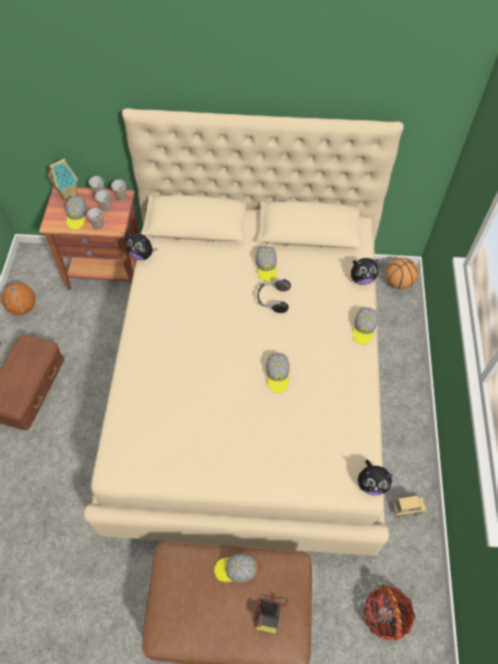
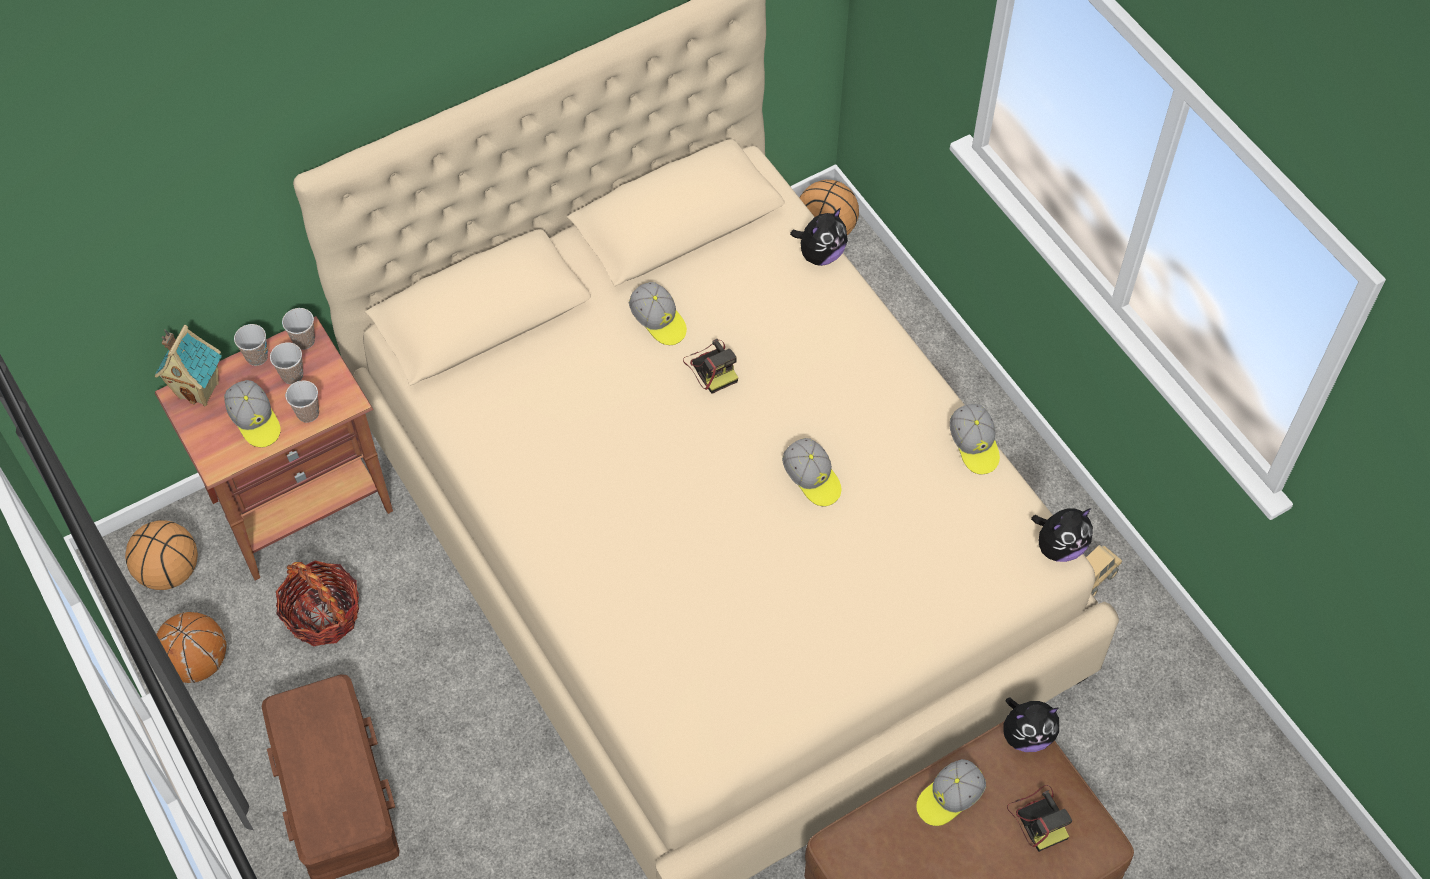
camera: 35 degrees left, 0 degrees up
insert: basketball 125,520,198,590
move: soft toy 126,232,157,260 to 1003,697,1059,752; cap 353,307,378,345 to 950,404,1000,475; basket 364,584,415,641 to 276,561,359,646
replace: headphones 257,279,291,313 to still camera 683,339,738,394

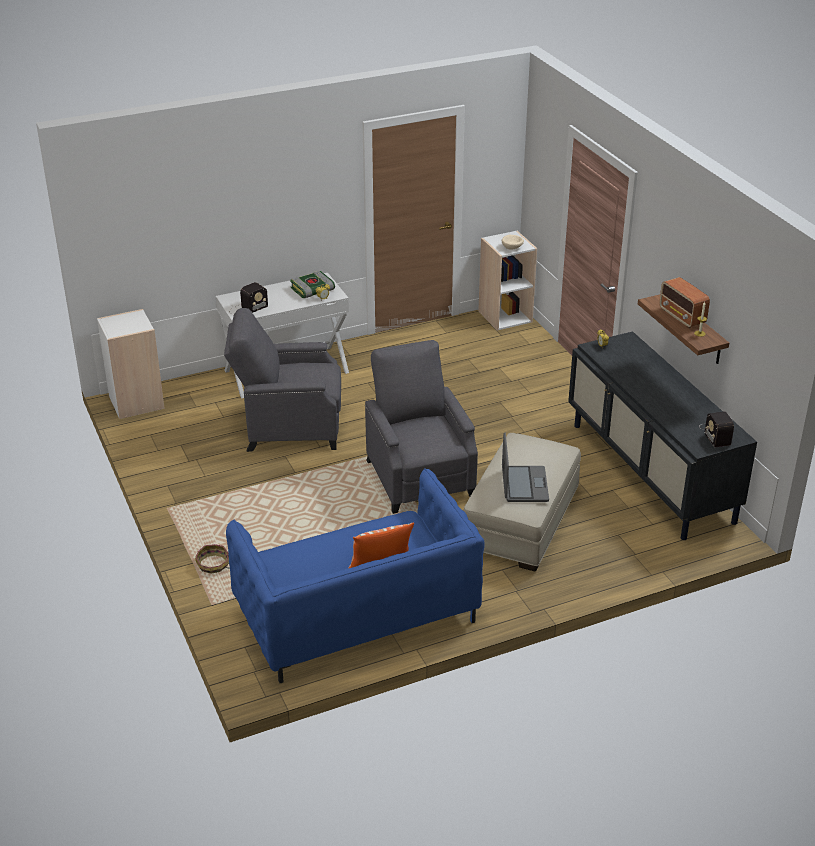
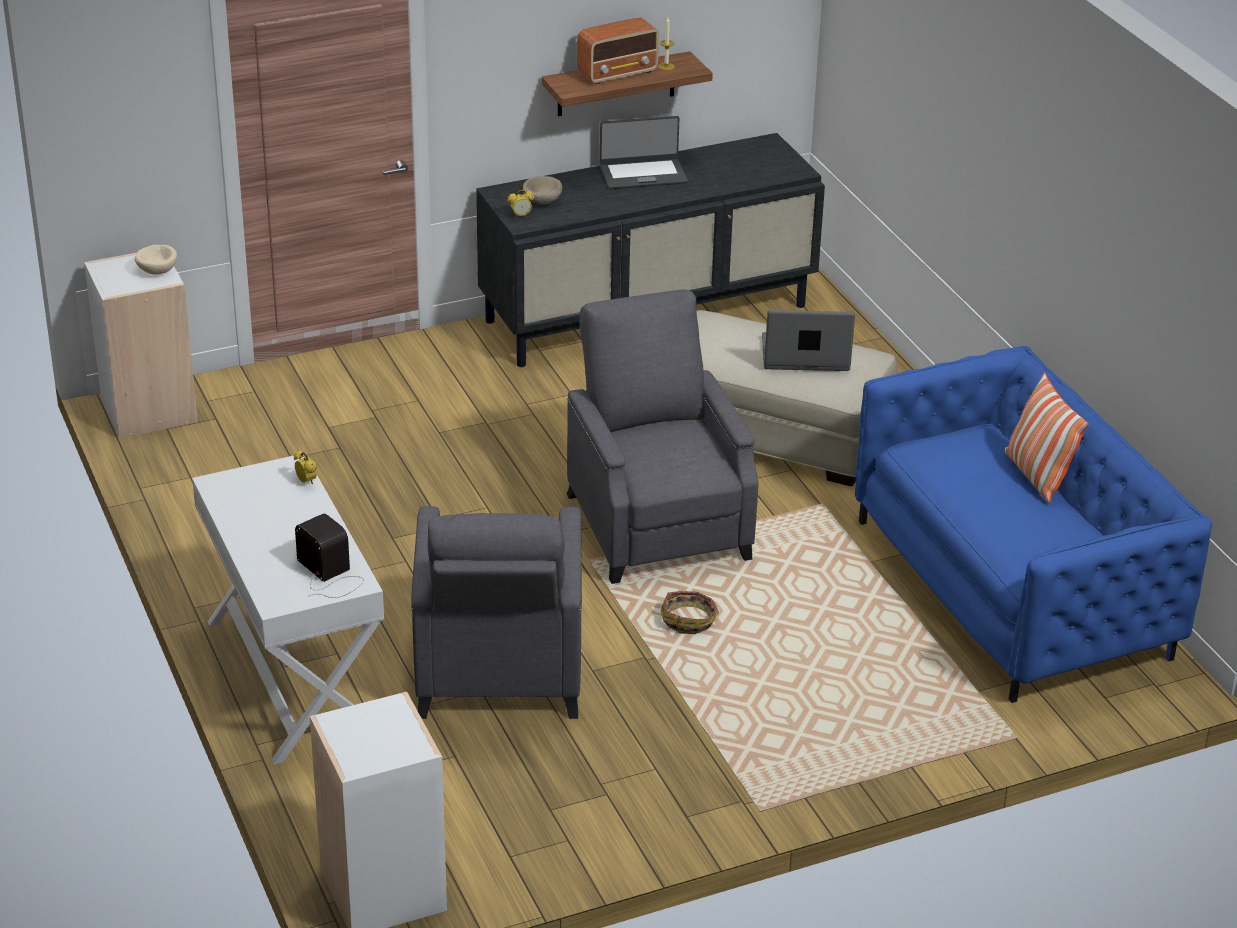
camera: 90 degrees left, 0 degrees up
delete: book 290,271,335,298; radio 699,412,734,448
insert: beige bowl 523,176,562,204; portable computer 600,116,688,189
move: basket 195,544,229,574 to 660,591,719,634
rotate: gray lounge chair 365,340,478,514 = 566,290,758,584 90 degrees clockwise

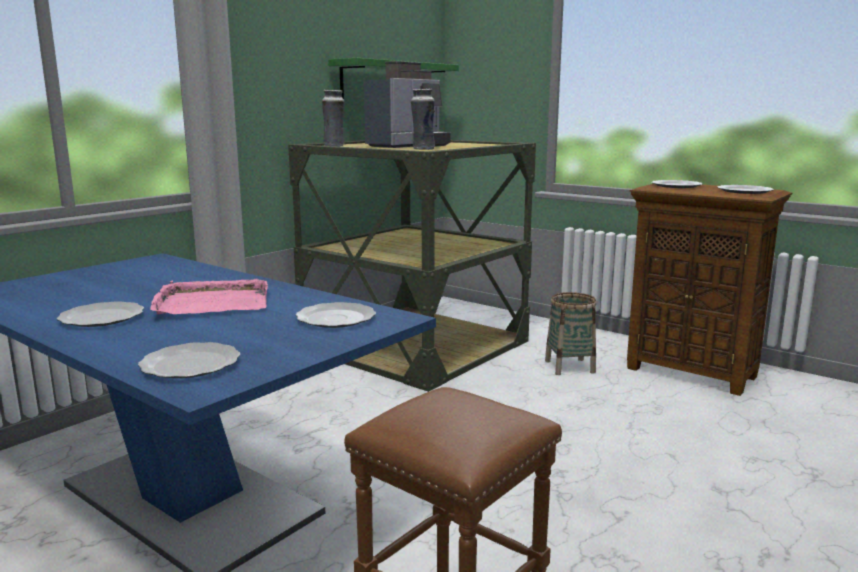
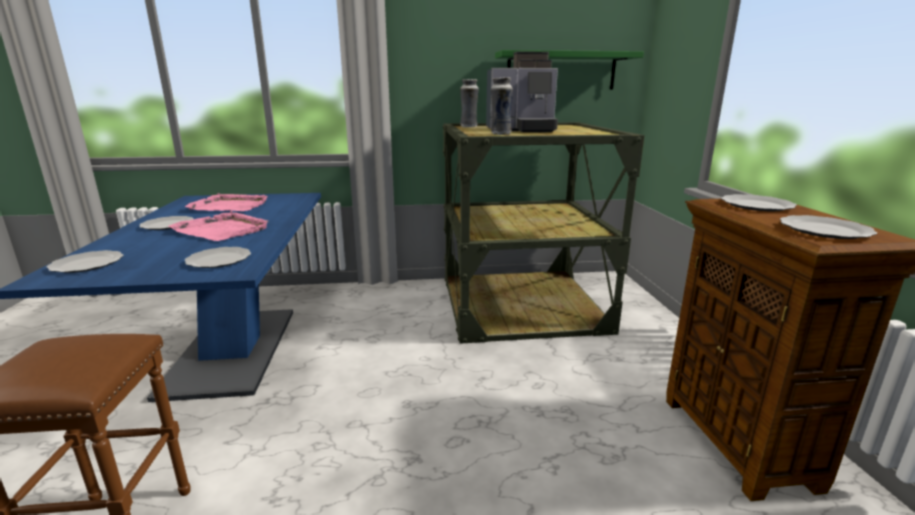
camera: 45 degrees right, 5 degrees up
delete: basket 545,292,596,375
insert: pink-coloured serving tray 185,193,268,211

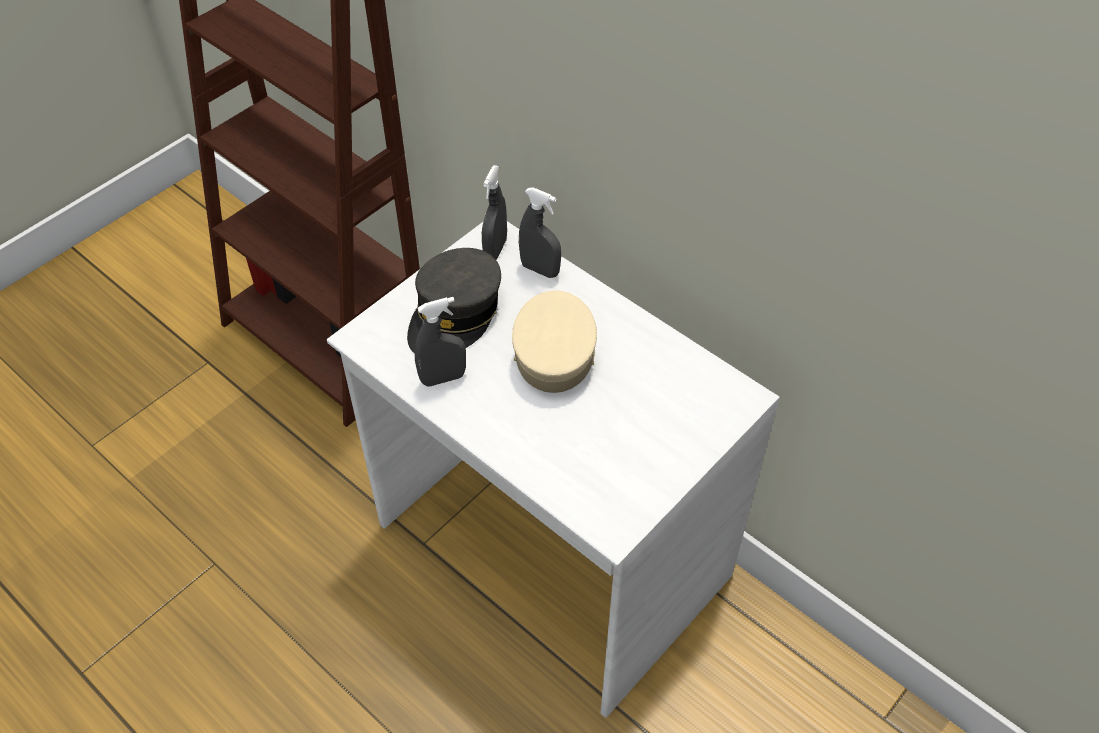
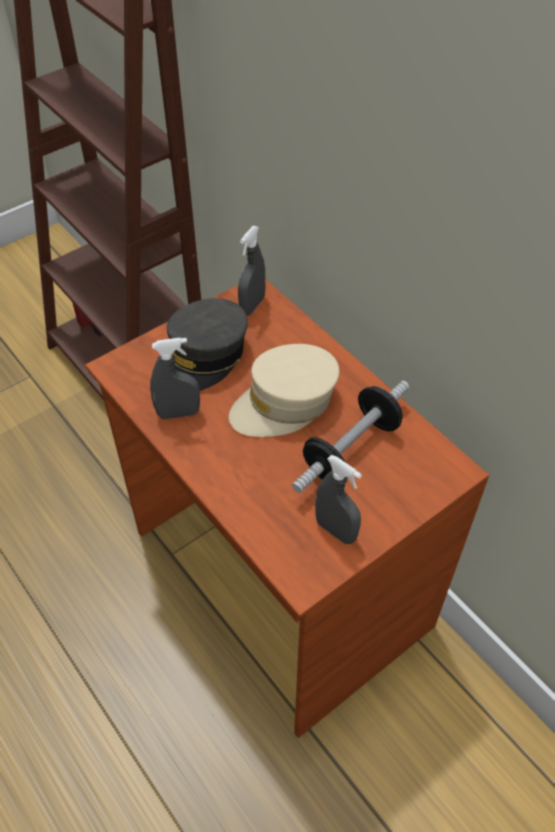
camera: 10 degrees right, 0 degrees up
insert: hand weight 292,381,410,493
move: gray spray bottle 519,187,561,278 to 315,455,362,544
recolor: white-coloured desk unit 327,221,780,718 to brownish desk unit 85,278,489,738
rotate: beige cap 512,290,597,393 = 229,344,339,437 135 degrees counterclockwise

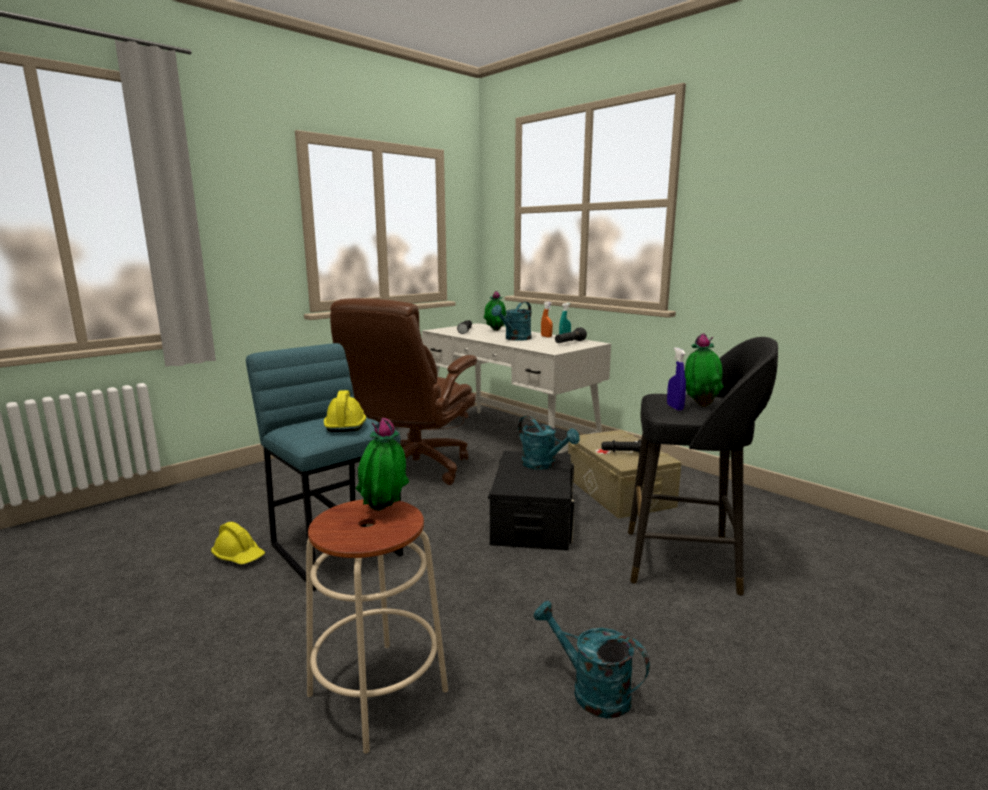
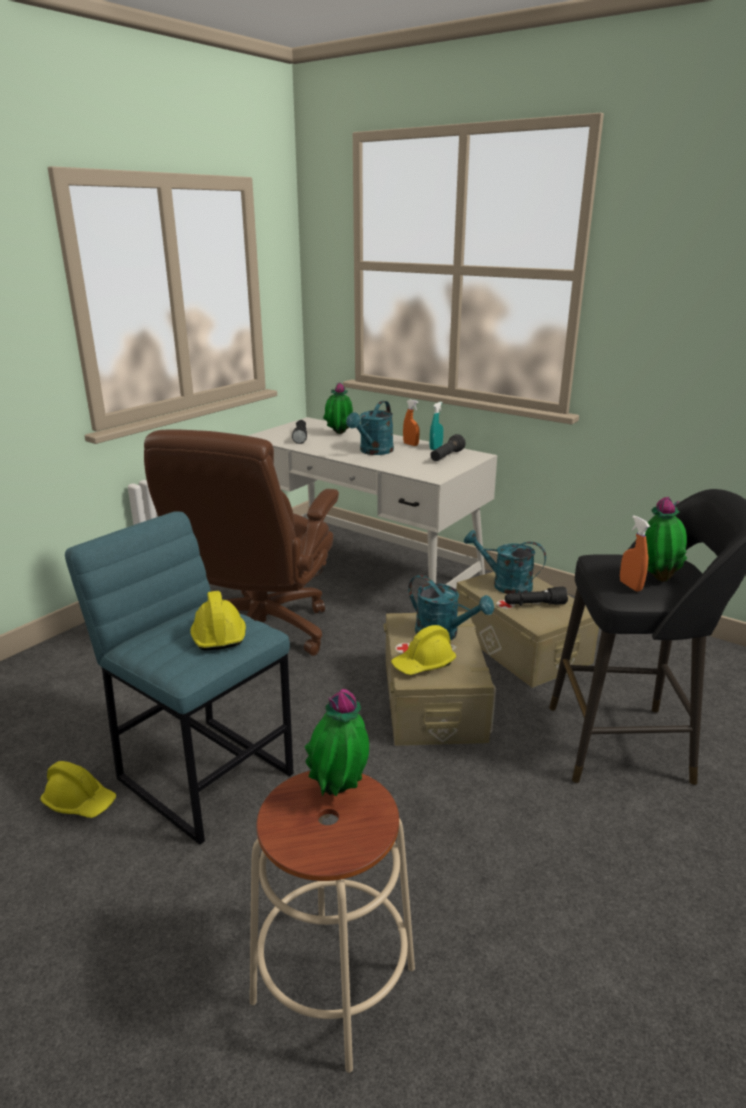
camera: 10 degrees left, 10 degrees up
insert: yellow safety helmet 391,625,456,675
move: turquoise-coloured watering pot 533,601,650,718 to 464,530,546,594
recolor: black-coloured storage container 488,451,574,551 to beige storage container 383,612,496,746; bluish spray bottle 667,348,686,411 to orange spray bottle 620,515,650,592

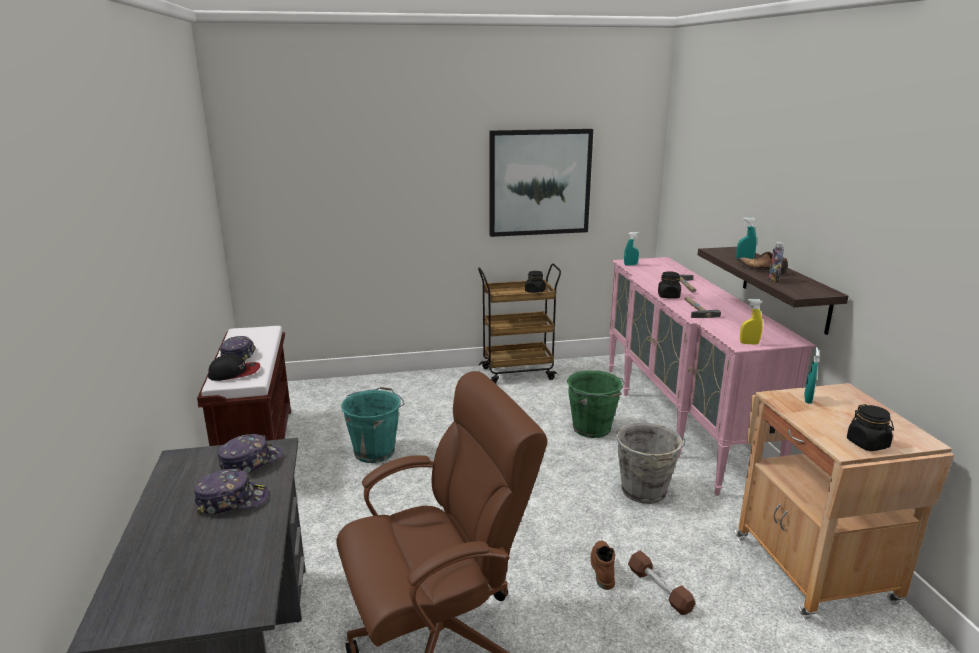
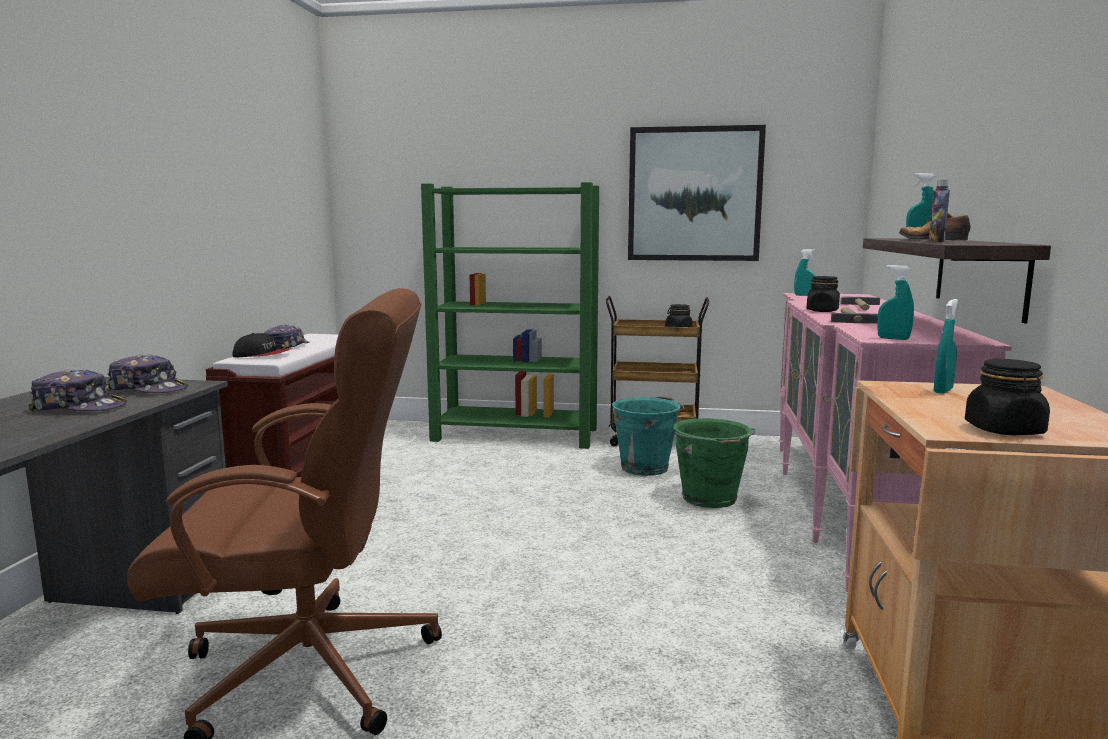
camera: 20 degrees right, 10 degrees down
delete: brownish high-top boot 591,541,615,590; gray water bucket 616,422,686,504; brownish hand weight 628,551,695,615
insert: green-coloured bookcase 421,182,599,449
move: turquoise-coloured water bucket 341,387,404,463 to 612,396,684,476
recolor: yellow spray bottle 740,299,763,345 to turquoise-coloured spray bottle 877,265,914,340
rotate: cap 218,434,283,474 = 107,354,189,393 45 degrees clockwise

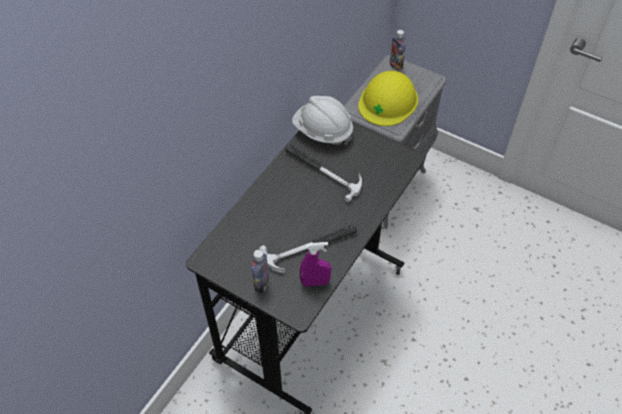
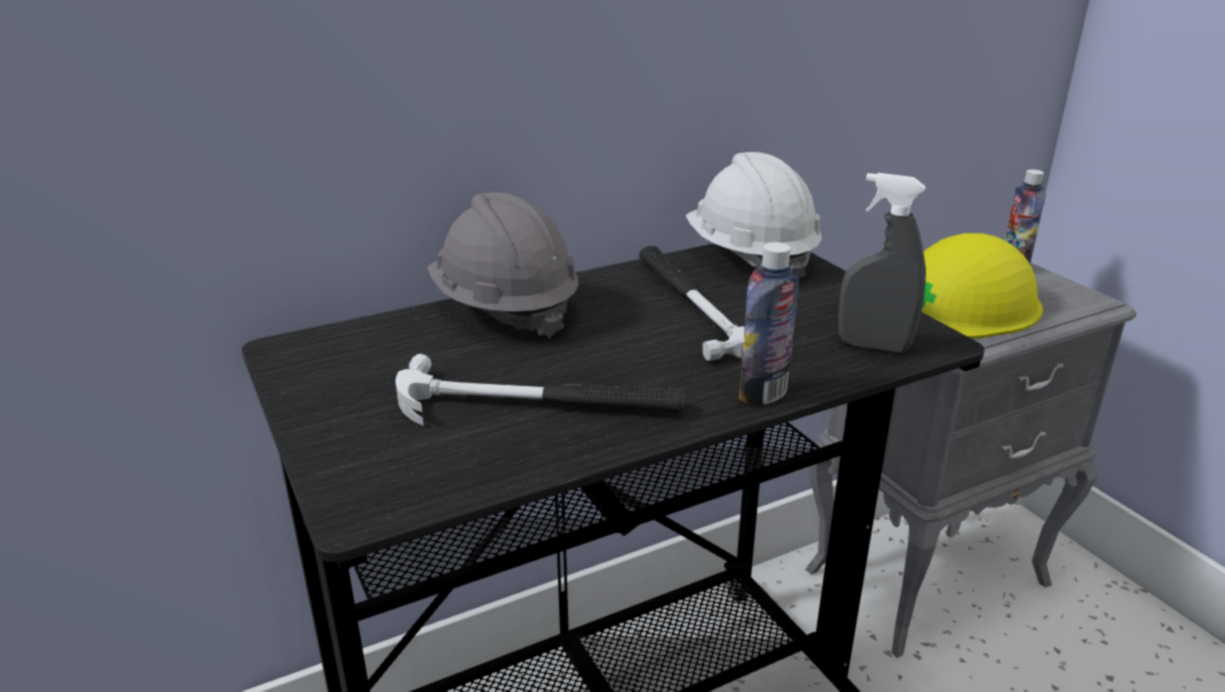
camera: 30 degrees right, 25 degrees down
delete: purplish spray bottle 300,242,331,287
insert: gray safety helmet 427,192,579,338; gray spray bottle 838,173,926,352
move: drink bottle 251,250,269,294 to 739,242,799,406

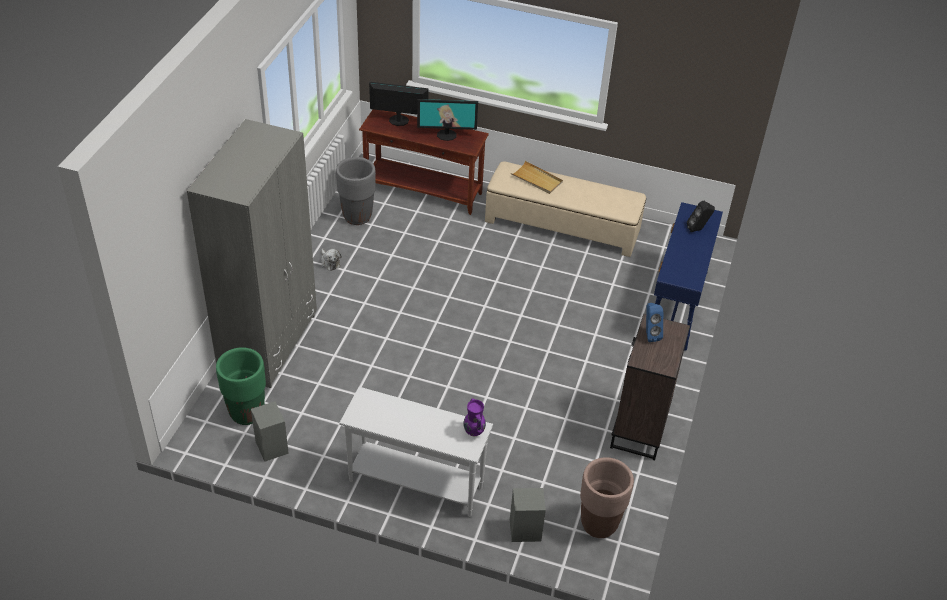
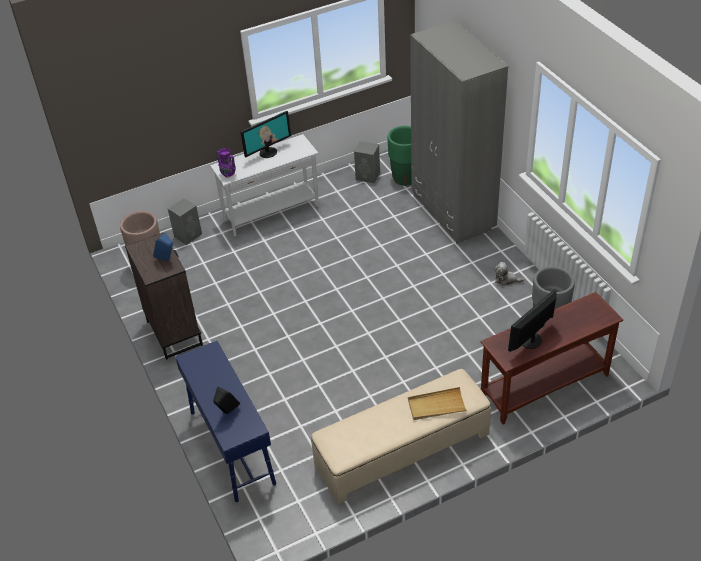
camera: 140 degrees right, 0 degrees up
move: monitor 369,82,429,126 to 240,111,291,158

